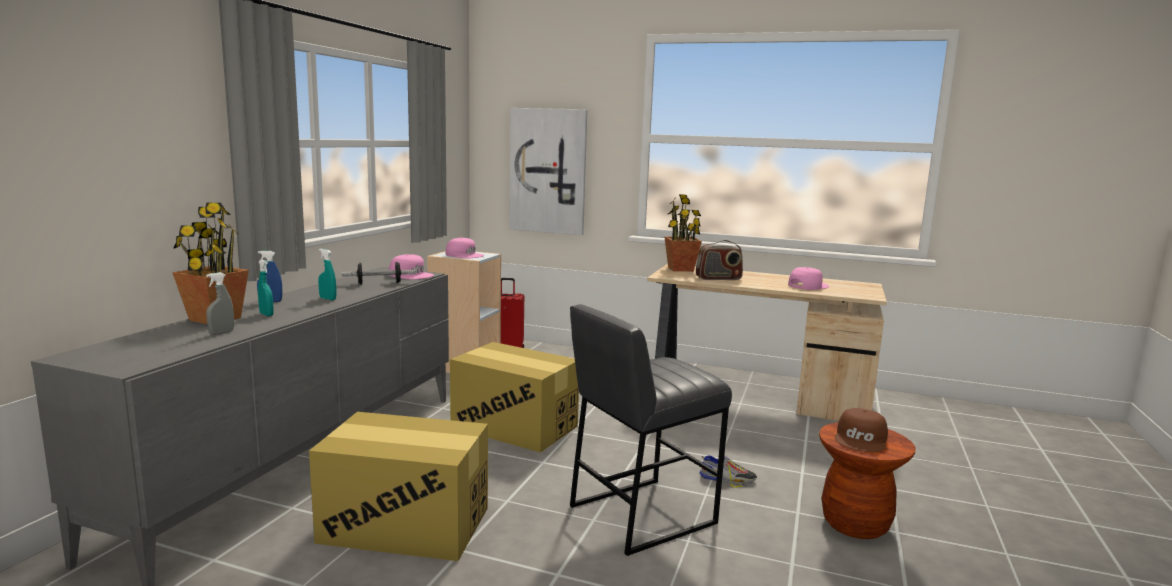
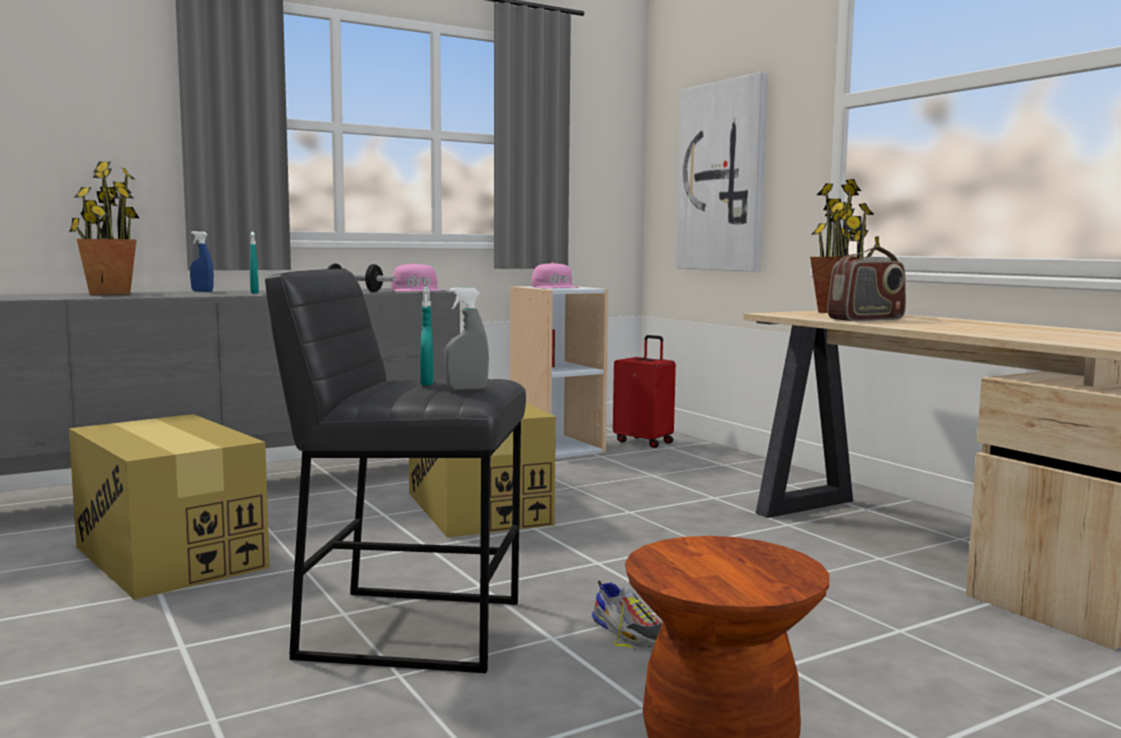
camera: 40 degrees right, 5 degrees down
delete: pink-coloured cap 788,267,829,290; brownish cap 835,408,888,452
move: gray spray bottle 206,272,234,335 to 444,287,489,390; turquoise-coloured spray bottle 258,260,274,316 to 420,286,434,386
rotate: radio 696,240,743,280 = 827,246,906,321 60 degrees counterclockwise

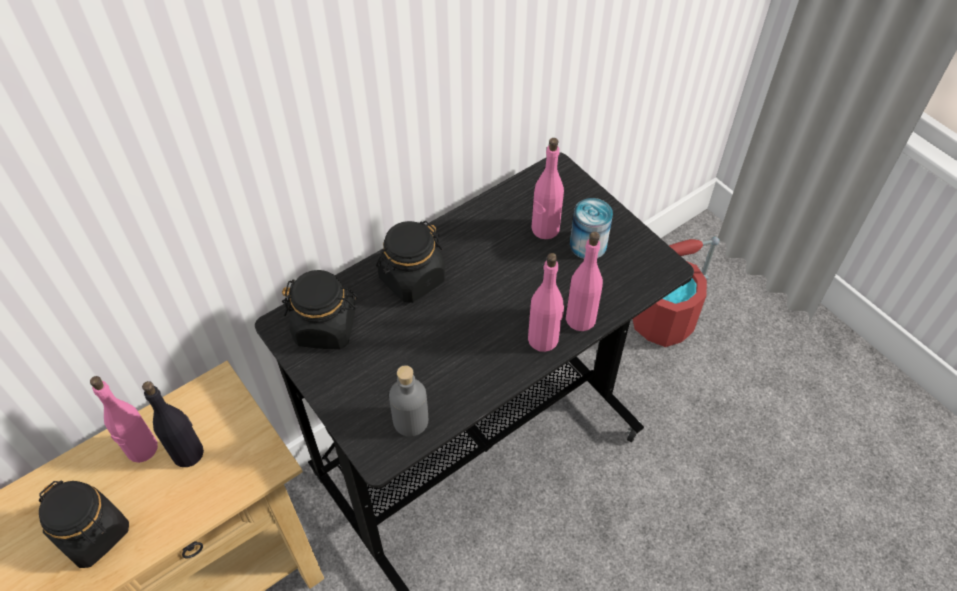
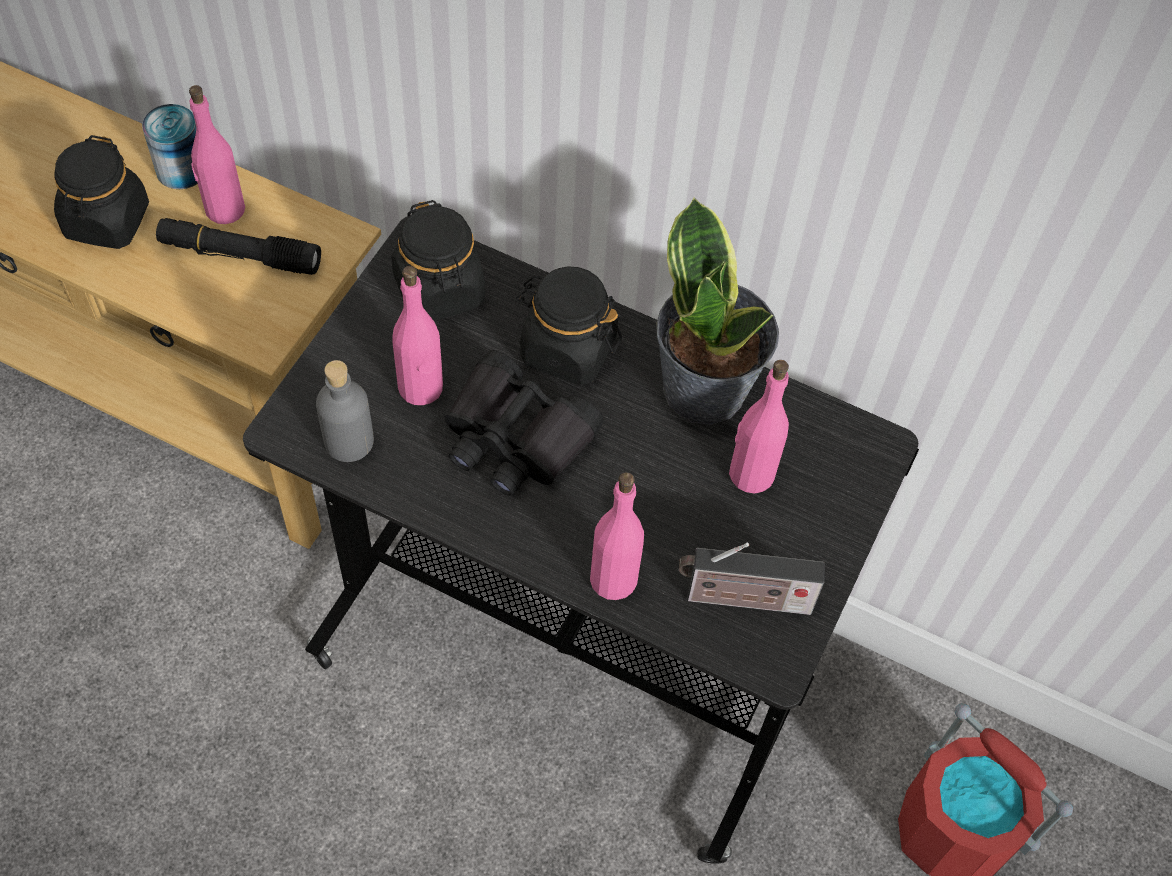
camera: 60 degrees right, 5 degrees up
insert: black-coloured pair of binoculars 444,350,604,496; potted plant 657,196,779,425; radio 679,542,825,615
move: pink-coloured drink bottle 528,253,564,352 to 392,266,443,405; sealed can 570,198,613,259 to 142,104,198,189
replace: black-coloured drink bottle 142,381,204,467 to black-coloured hand torch 156,218,321,275

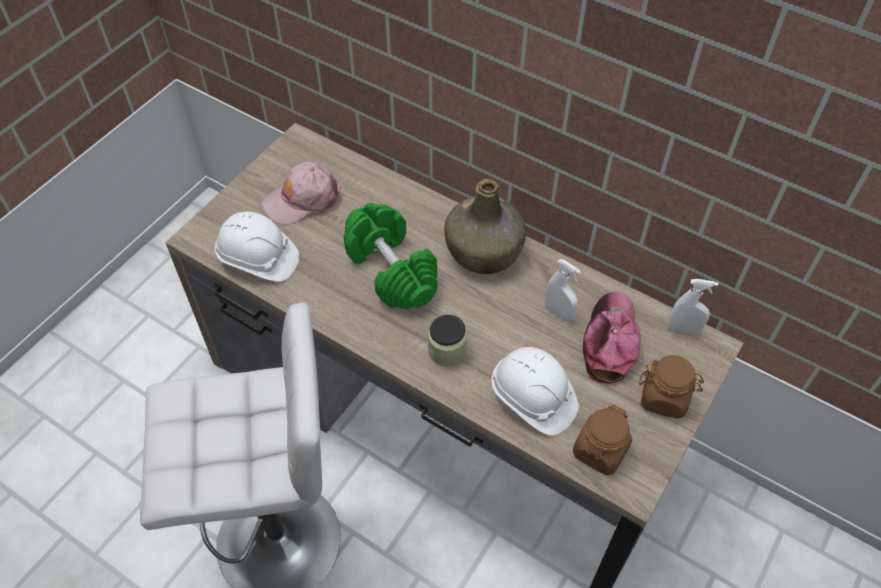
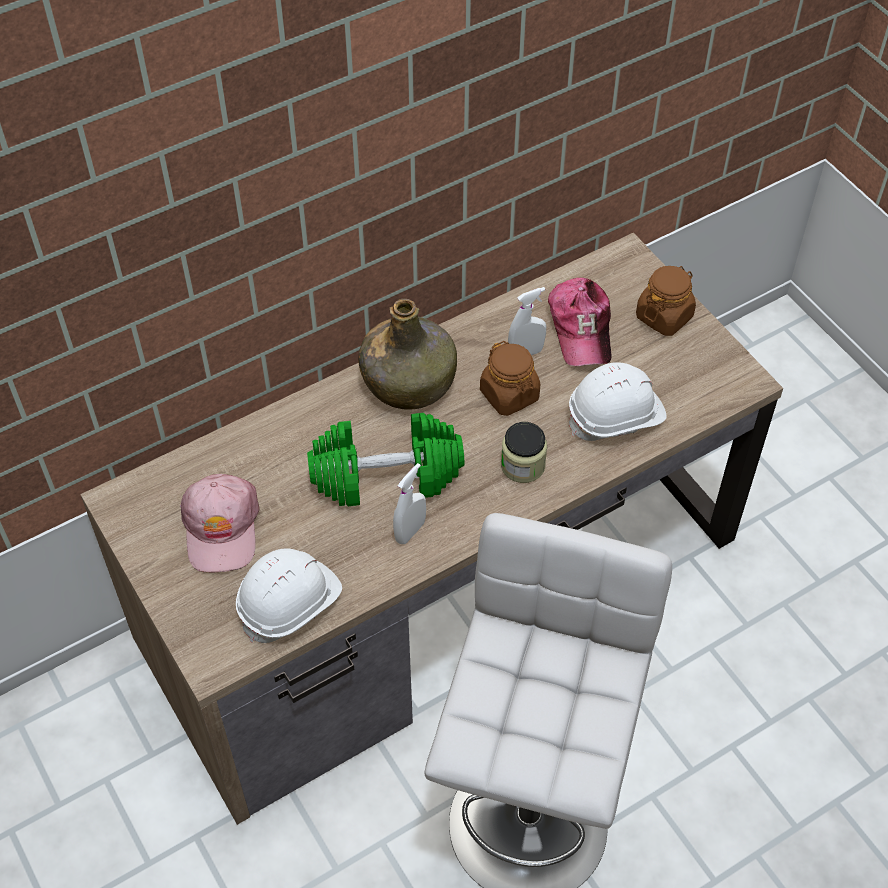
camera: 65 degrees left, 0 degrees up
move: brownish jar 573,405,632,475 to 480,341,540,416; white-coloured spray bottle 668,279,719,335 to 393,463,426,544
rotate: cap 583,292,641,383 = 548,278,611,366 135 degrees counterclockwise

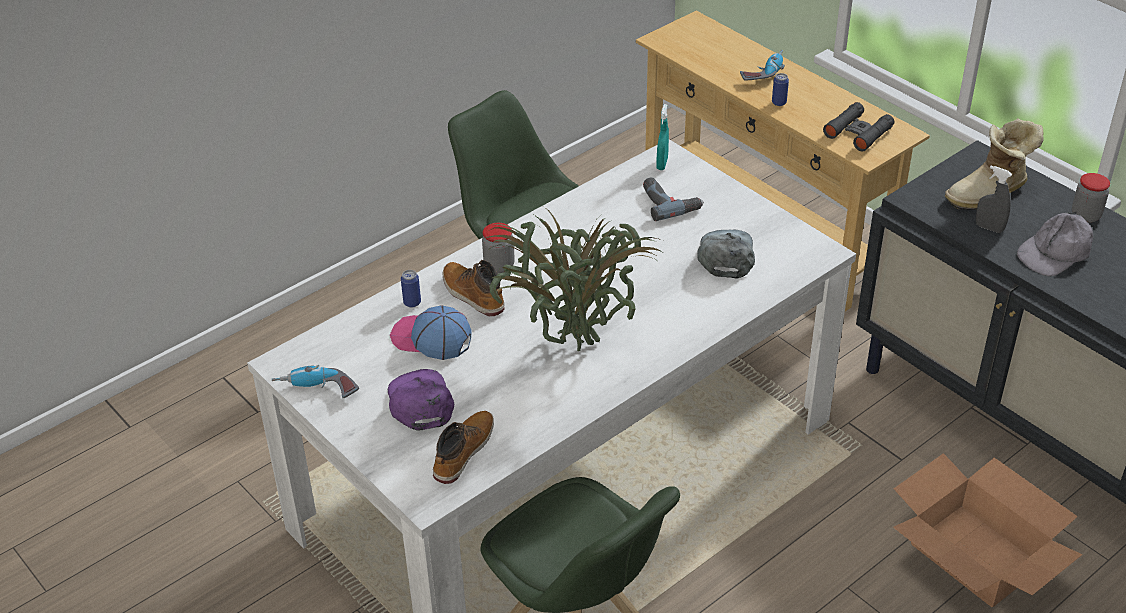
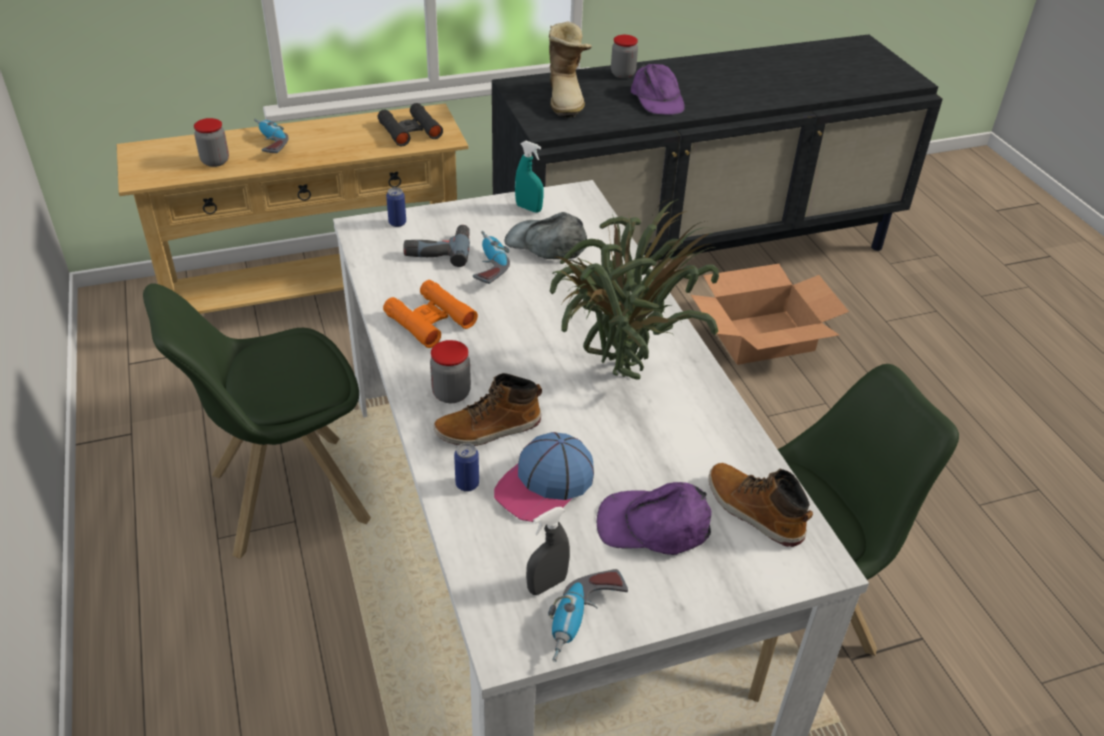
camera: 70 degrees left, 0 degrees up
insert: jar 194,118,229,167; orange pair of binoculars 383,280,478,348; drill 473,231,510,284
move: turquoise-coloured spray bottle 656,104,669,170 to 515,141,544,213; sealed can 772,73,789,106 to 386,187,406,227; gray spray bottle 976,166,1012,233 to 526,507,570,595
recolor: gray cap 1017,212,1093,276 to purplish cap 631,63,685,115

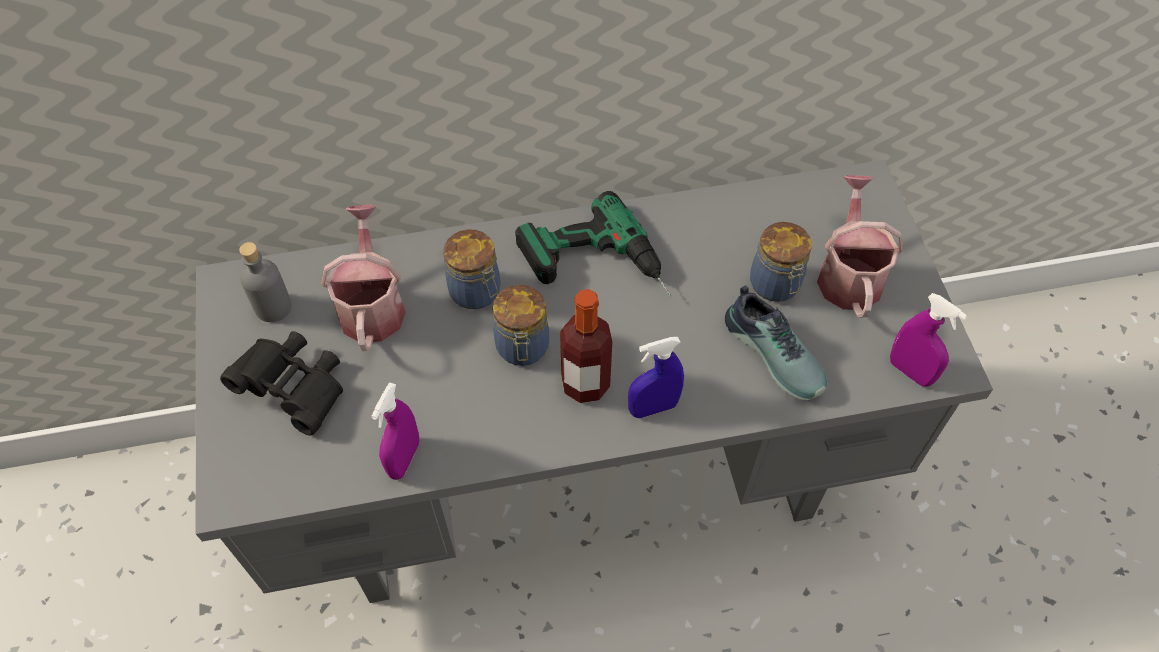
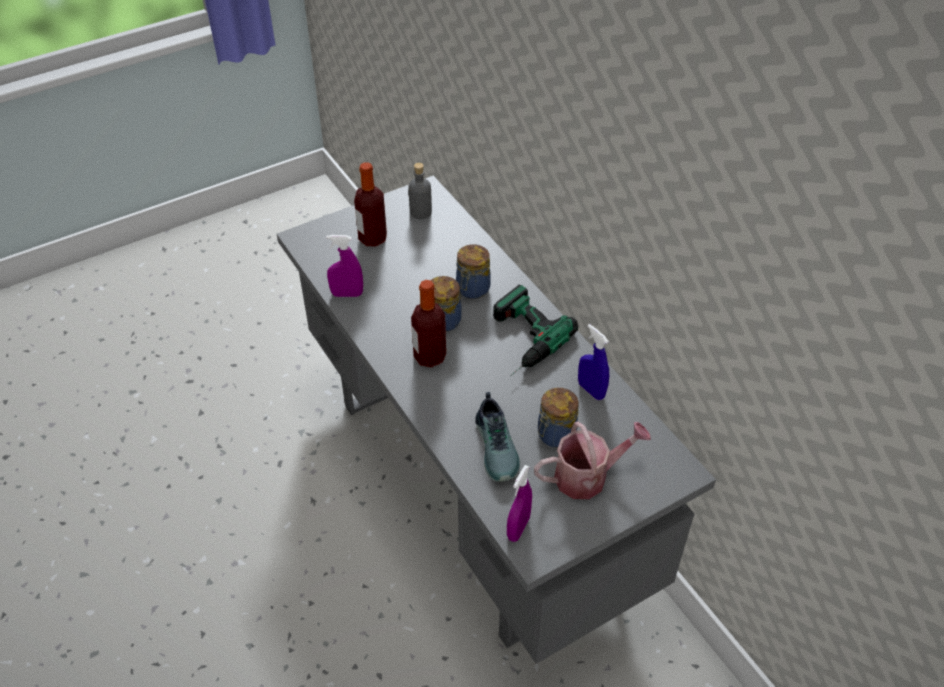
camera: 70 degrees right, 10 degrees down
delete: watering pot 322,205,406,351
move: bluish spray bottle 628,337,684,418 to 578,324,609,400
replace: black-coloured pair of binoculars 220,331,343,435 to drink bottle 354,162,387,247
rotate: low shoe 725,285,827,401 = 475,392,520,482 45 degrees counterclockwise

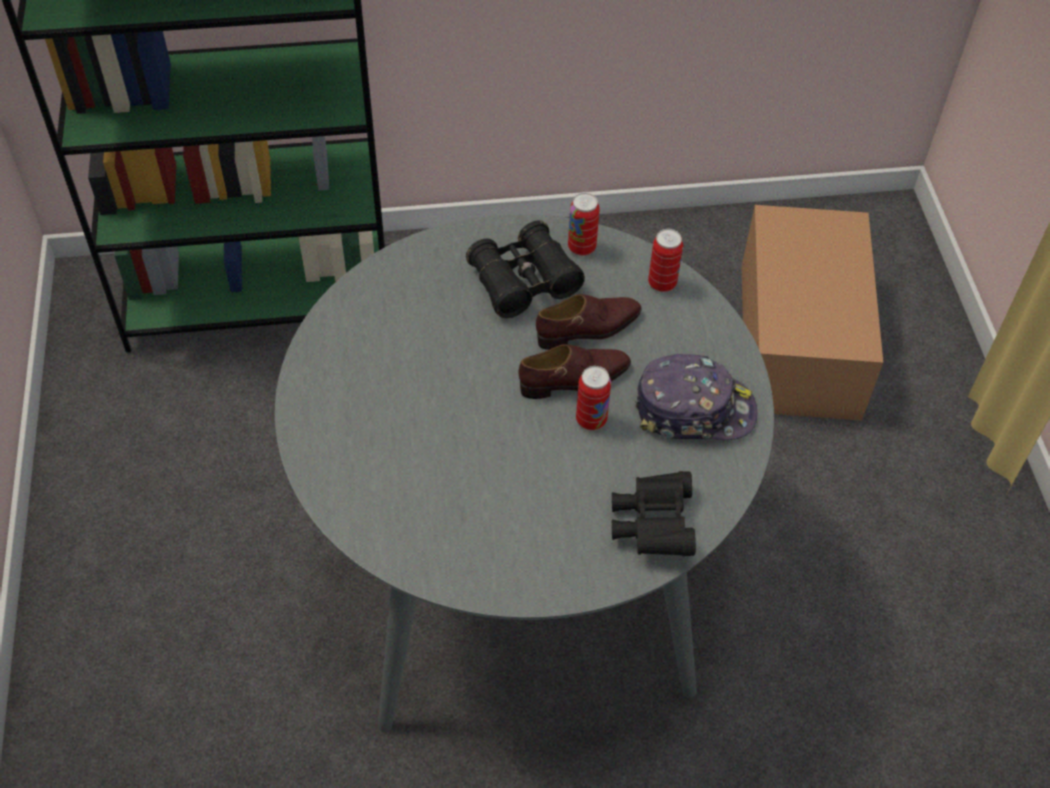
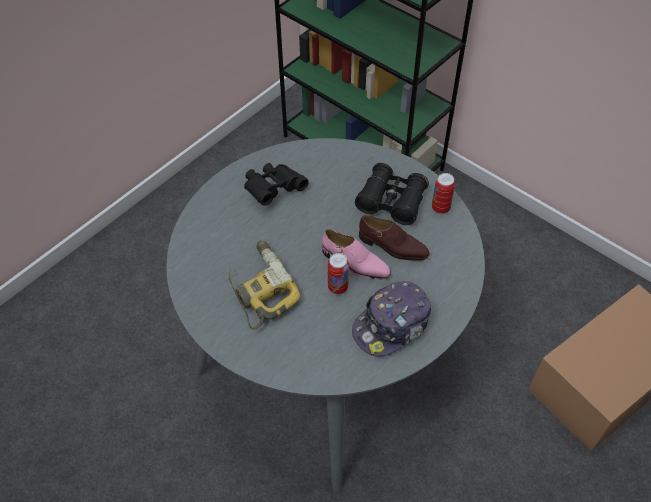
camera: 50 degrees right, 0 degrees up
delete: sealed can 648,229,683,292
insert: drill 229,240,300,330
move: black-coloured pair of binoculars 612,471,696,556 to 244,163,309,205
recolor: brownish low shoe 518,344,631,399 to pink-coloured low shoe 322,229,391,279
rotate: cap 633,354,757,440 = 352,281,431,357 90 degrees clockwise

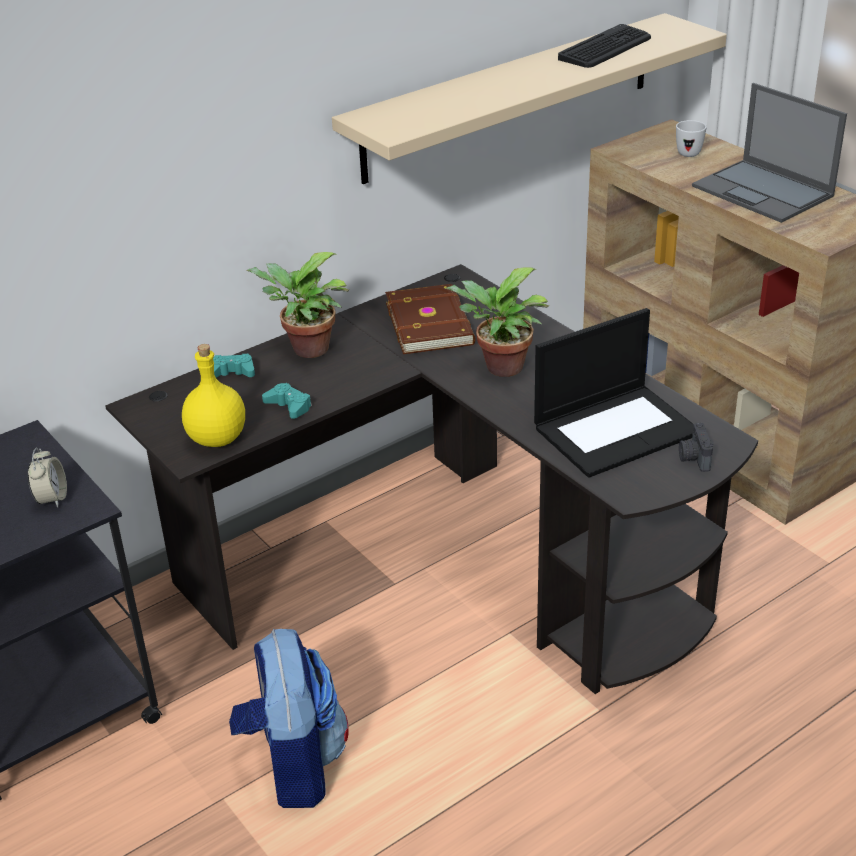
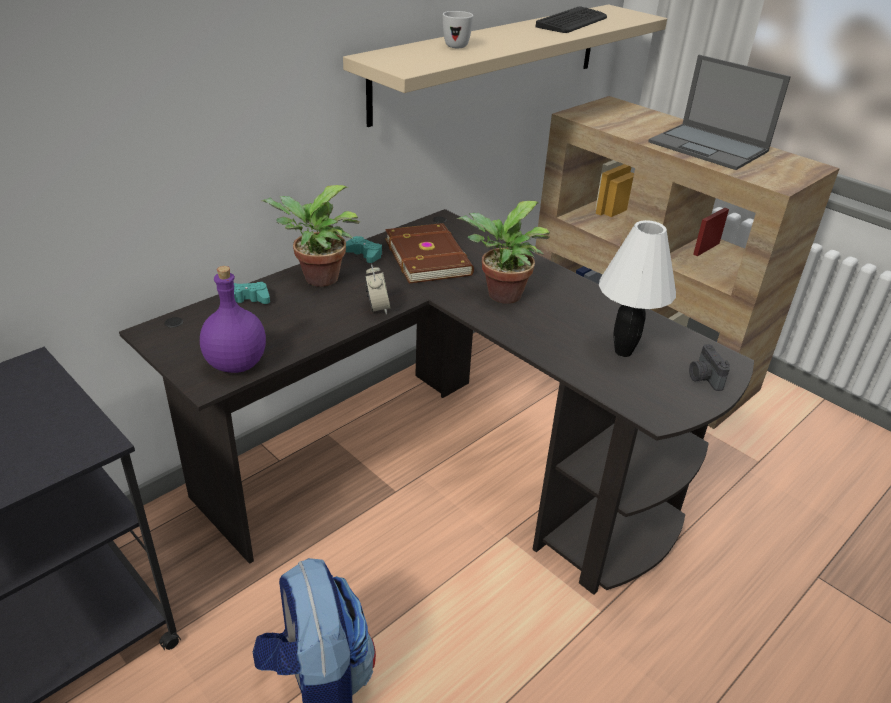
camera: 10 degrees left, 0 degrees up
move: table clock 28,448,67,508 to 365,263,391,315; turquoise-coloured gamepad 262,383,312,419 to 346,236,382,263; white-coloured mug 676,120,706,157 to 443,11,473,48
replace: portable computer 534,308,694,478 to white-coloured lamp for a table 599,220,676,357
recolor: yellow drink bottle 182,344,245,447 to purplish drink bottle 200,266,266,373

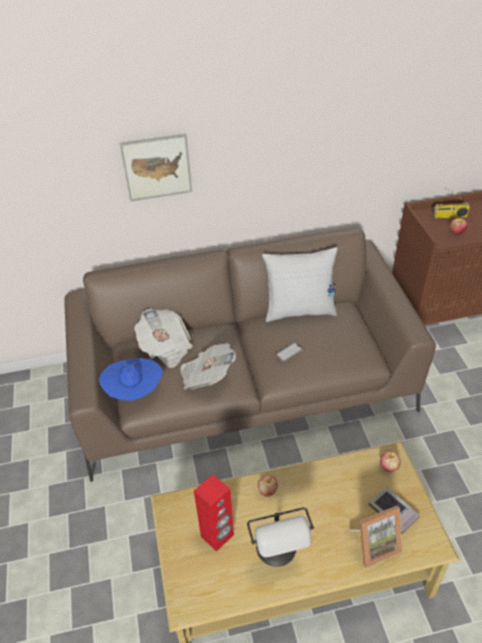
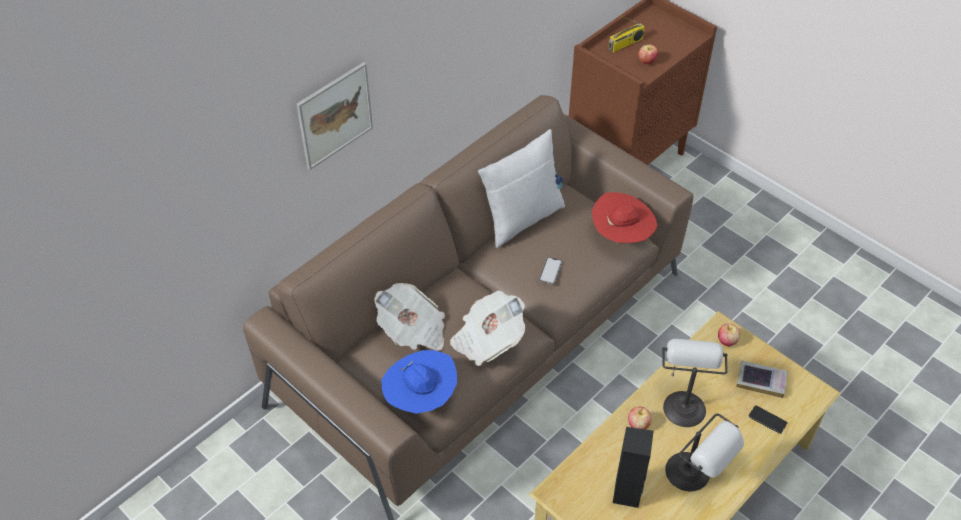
camera: 35 degrees left, 5 degrees up
insert: reddish hat 592,192,658,243; lamp for a table 662,339,728,427
replace: photo frame 349,505,402,568 to phone 749,405,787,434
recolor: reddish audio speaker 194,474,234,552 to black-coloured audio speaker 613,427,654,508

